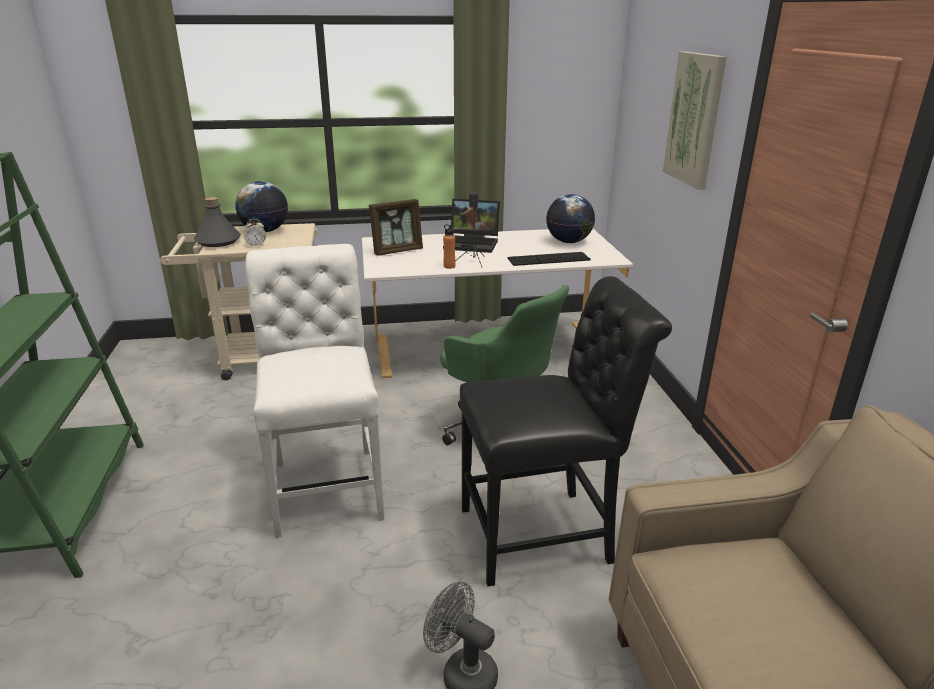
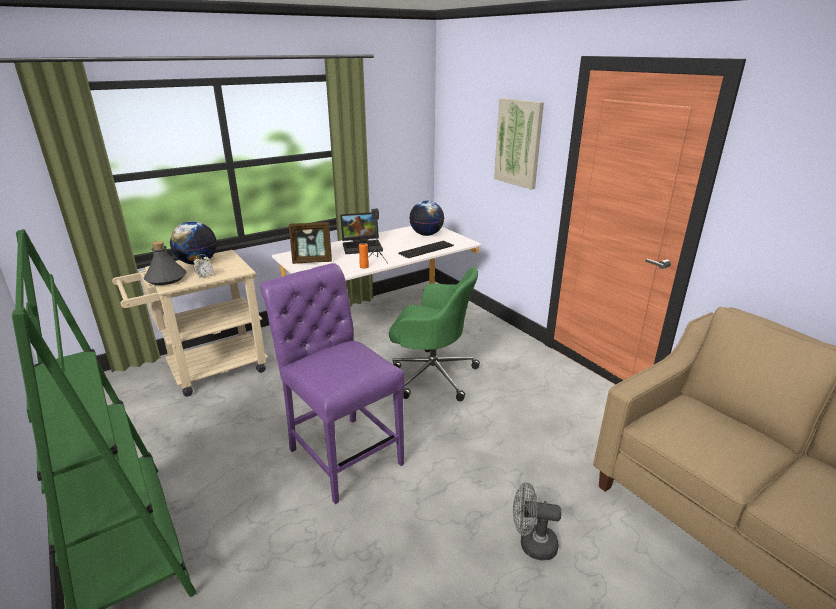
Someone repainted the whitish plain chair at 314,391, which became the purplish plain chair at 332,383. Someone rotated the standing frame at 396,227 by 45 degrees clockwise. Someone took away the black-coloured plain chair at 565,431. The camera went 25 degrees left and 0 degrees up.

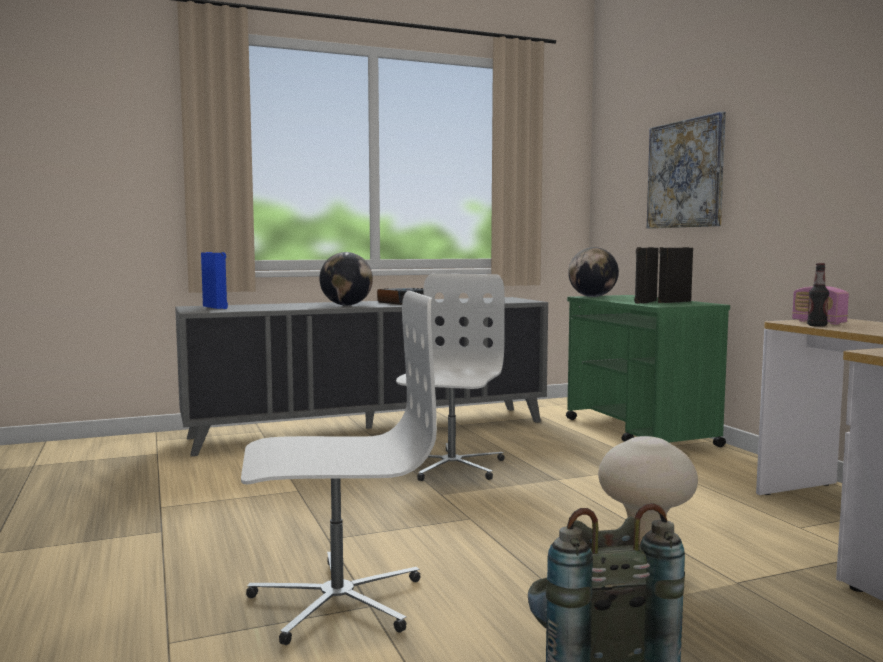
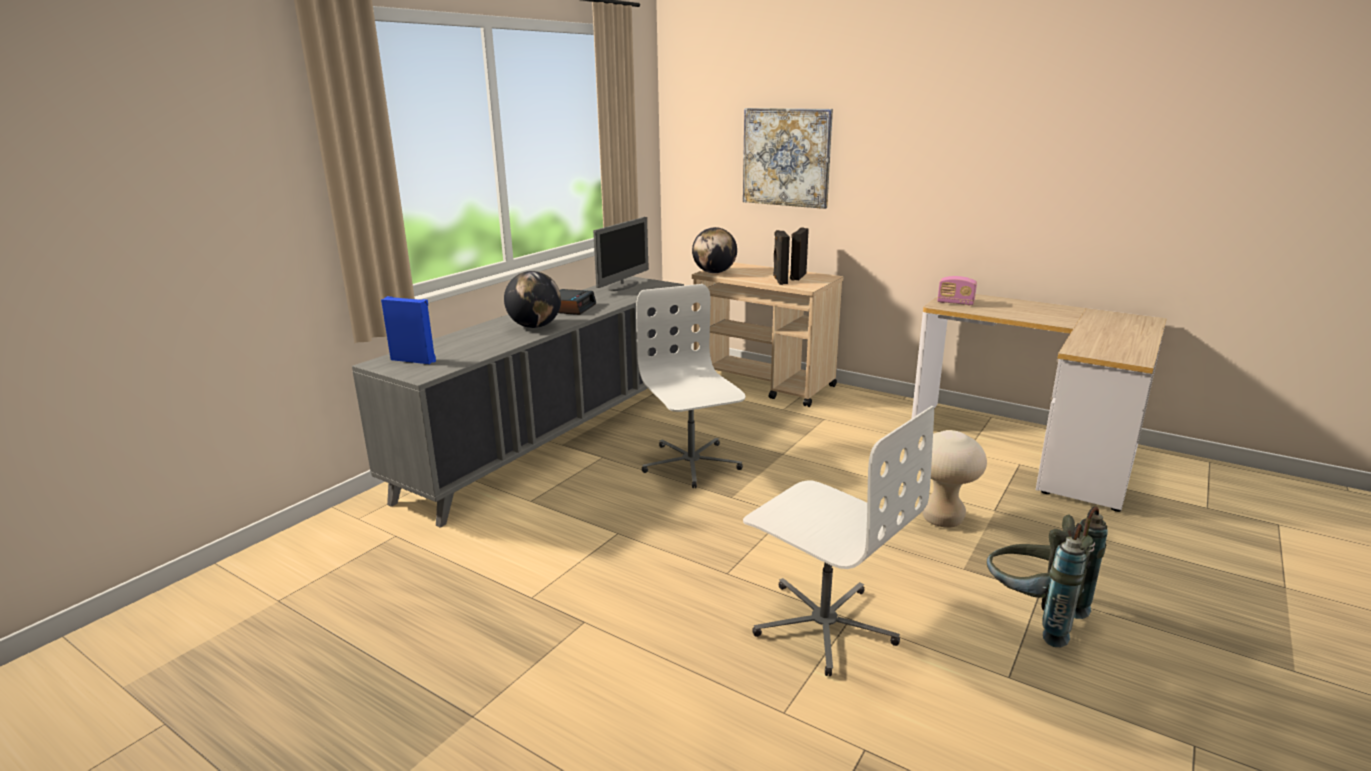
Someone rotated the whitish desk chair at 339,468 by 90 degrees clockwise. Someone repainted the green-coloured trolley at 648,371, which became the beige trolley at 768,334. Someone took away the beverage bottle at 818,295. Someone put down the computer display at 621,254. The camera went 35 degrees left and 15 degrees up.

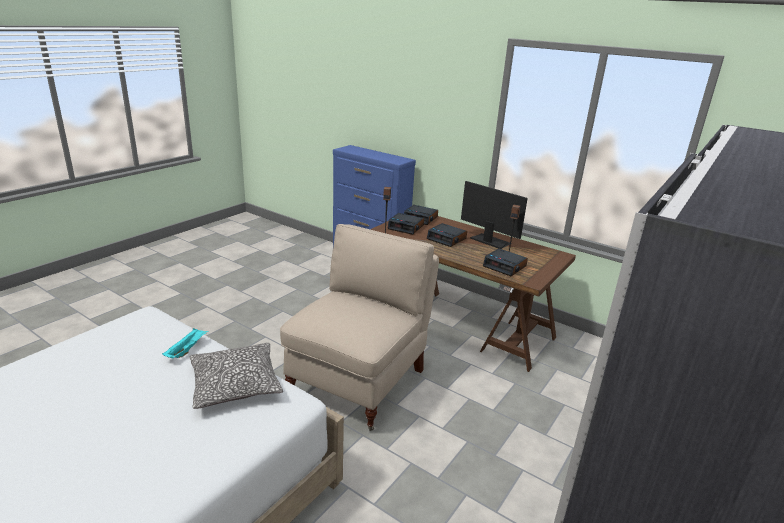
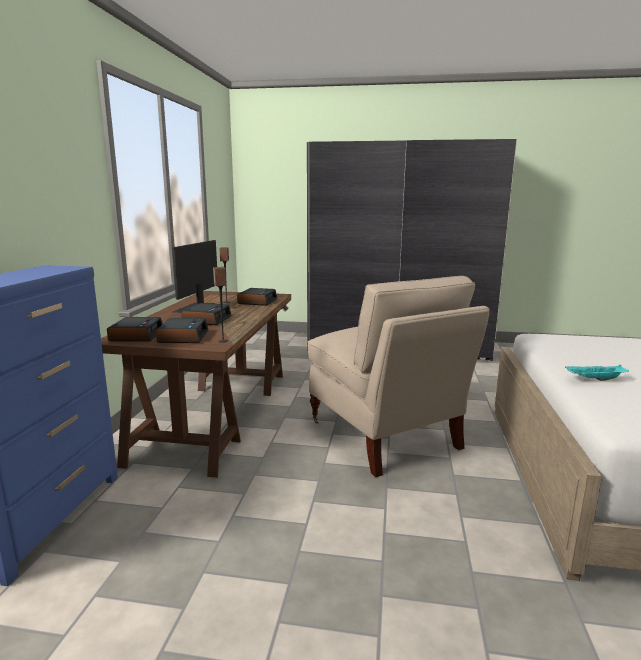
Someone took away the throw pillow at 236,376. Someone rotated the beige plain chair at 359,327 by 120 degrees counterclockwise. The camera went 115 degrees left and 10 degrees down.

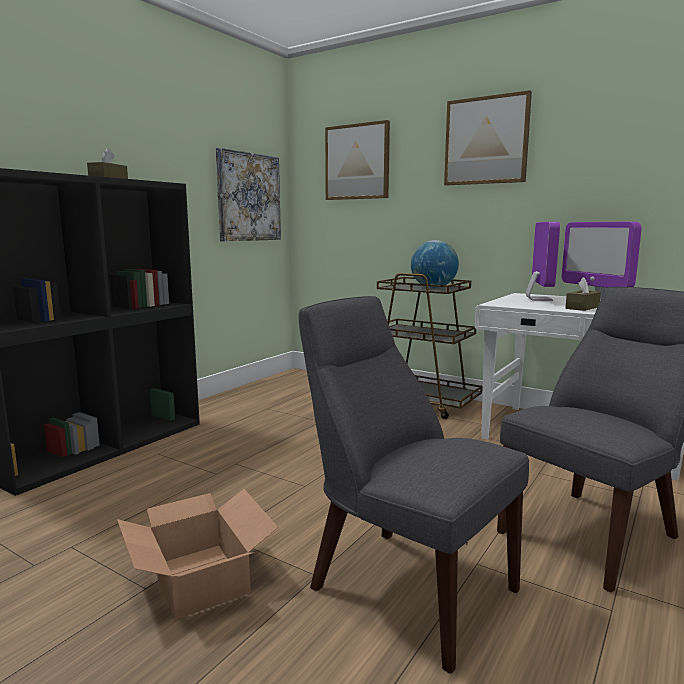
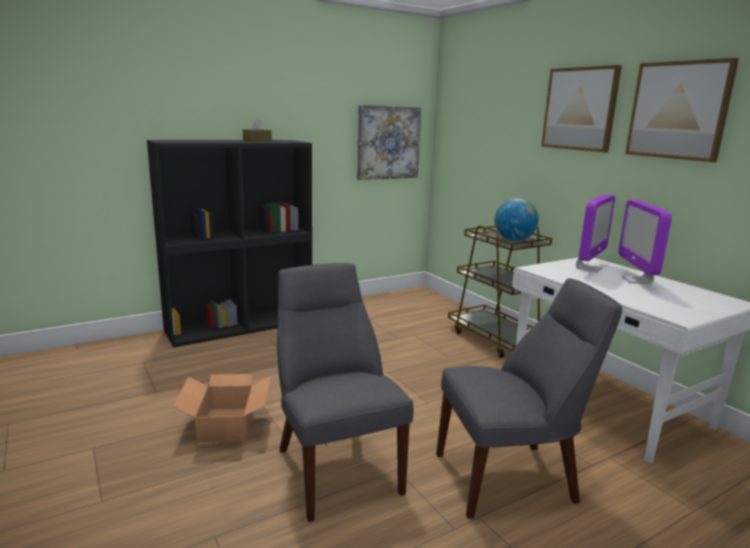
Someone carried the wall art from 357,160 to 682,110. Someone took away the brown tissue box at 583,294. The camera went 25 degrees right and 5 degrees up.

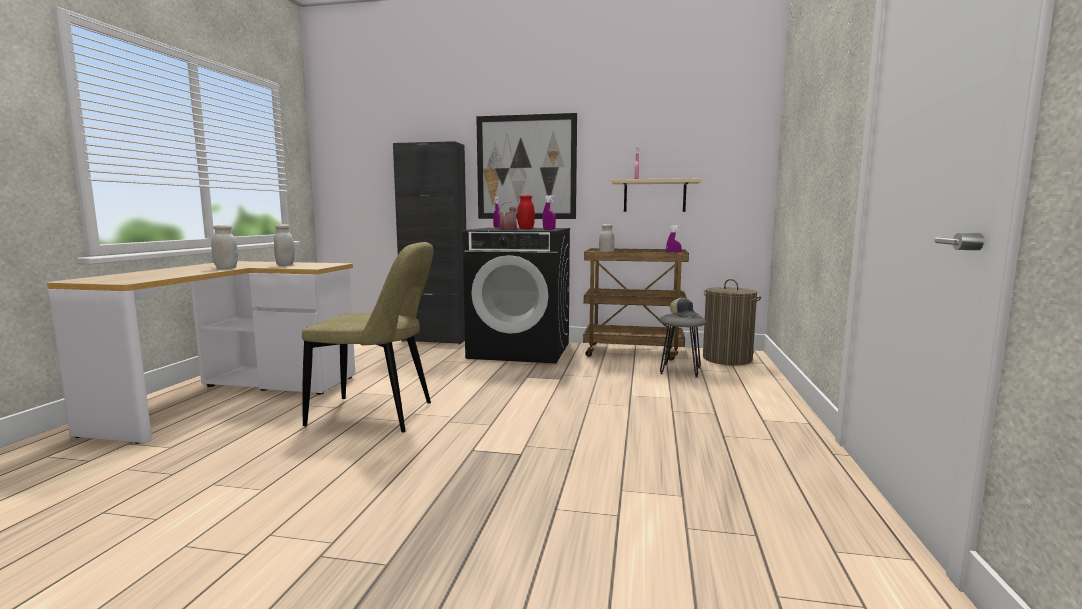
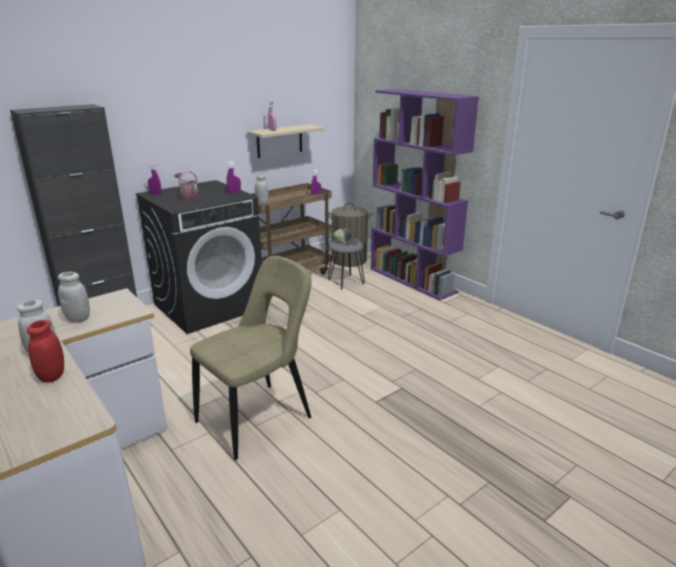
Someone took away the wall art at 526,166. Someone carried the red-coloured jar from 526,212 to 45,351. Someone put down the purplish bookcase at 424,194. The camera went 50 degrees left and 15 degrees up.

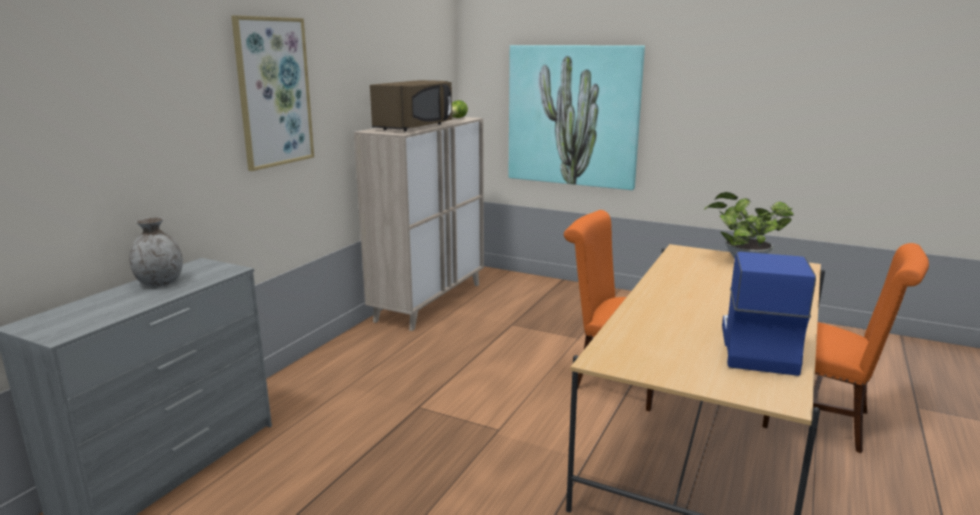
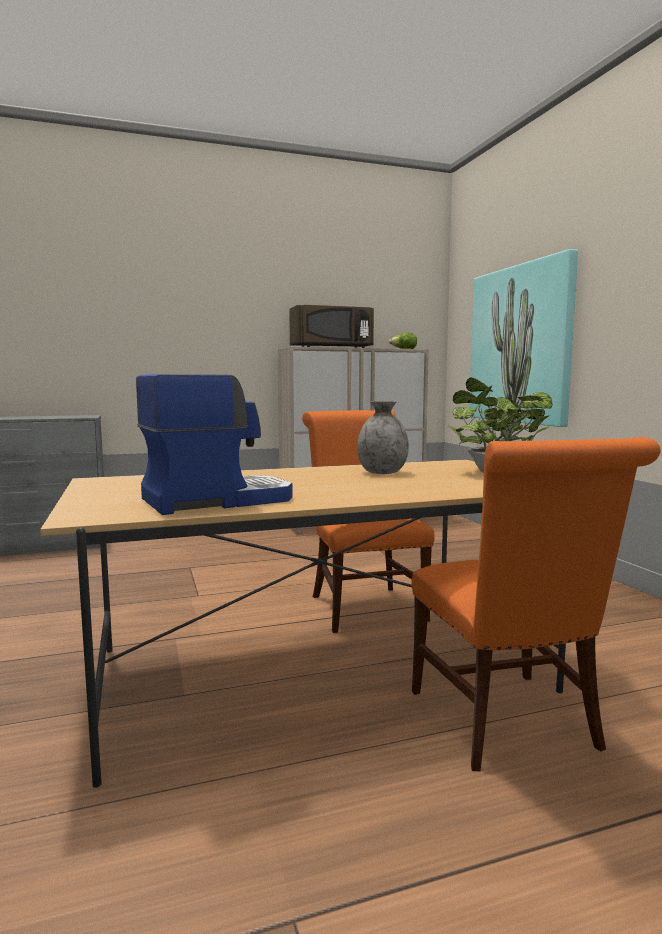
Someone carried the grey vase from 156,252 to 383,437. Someone took away the wall art at 272,93. The camera went 45 degrees right and 10 degrees down.

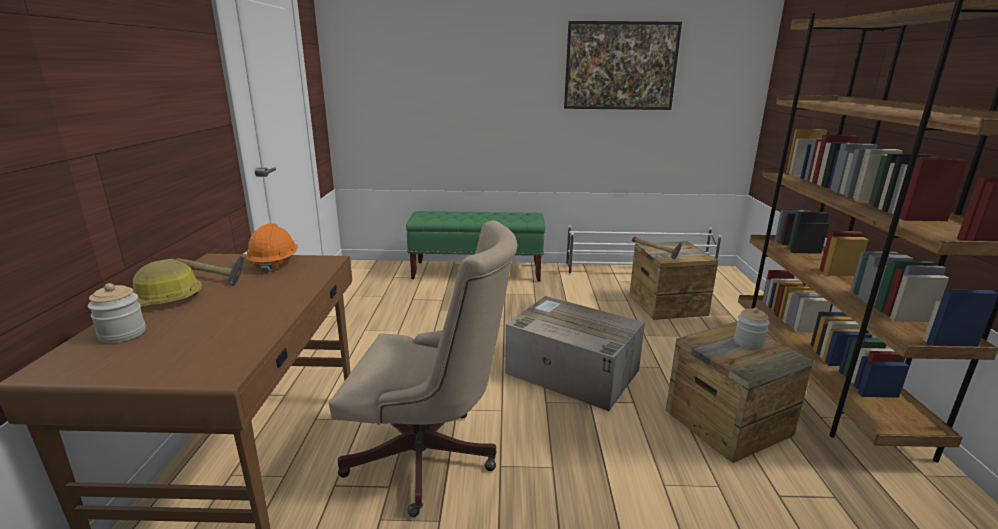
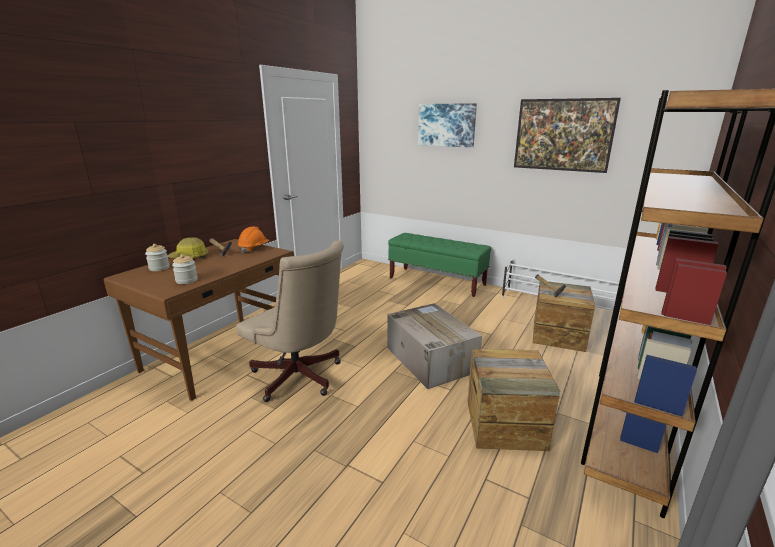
Someone carried the jar from 752,328 to 185,269. Someone put up the wall art at 447,125. The camera went 30 degrees right and 0 degrees up.

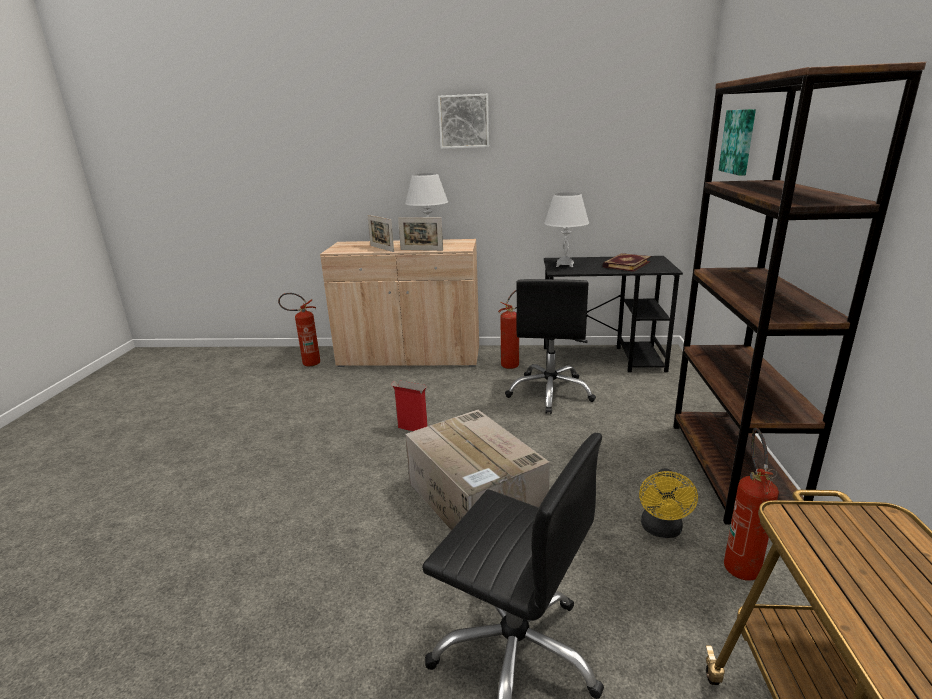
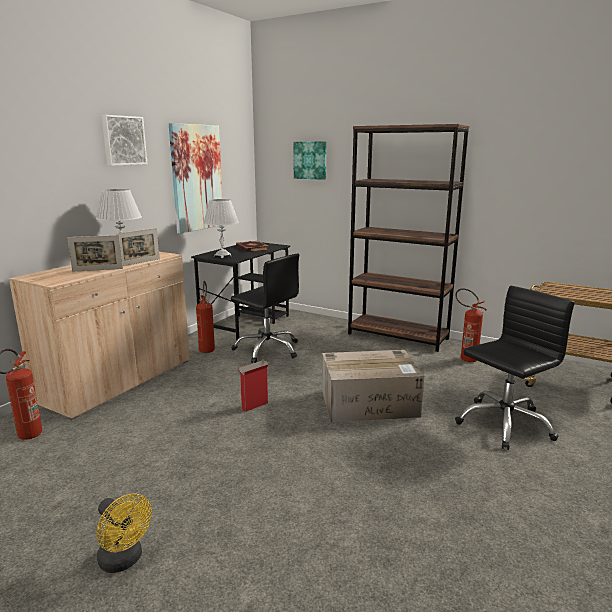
Someone carried the yellowish fan from 668,503 to 124,533. Someone put up the wall art at 196,178. The camera went 65 degrees left and 5 degrees down.

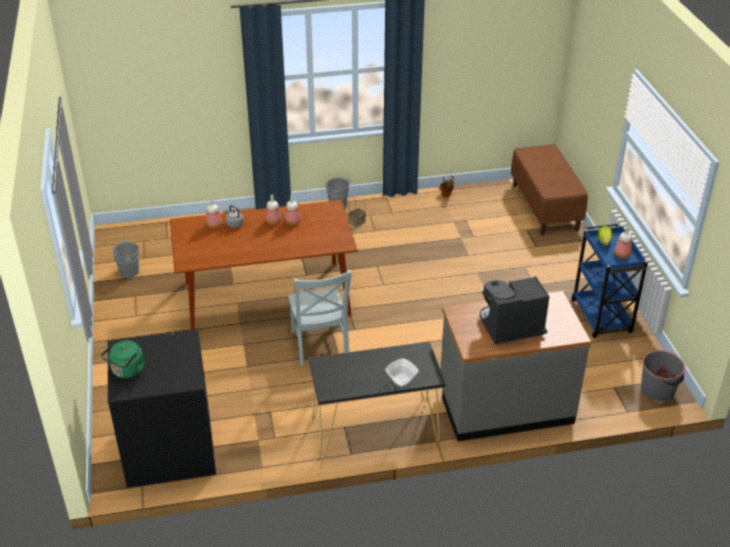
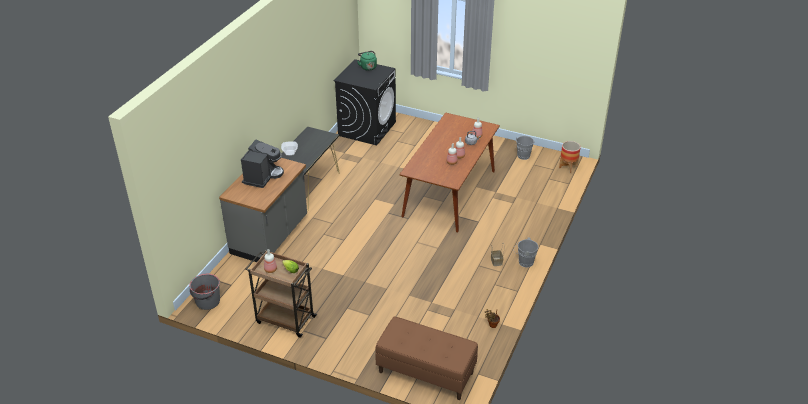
Someone took away the grey plain chair at 320,317. Someone repainted the blue-coloured trolley at 609,281, which became the brown trolley at 281,294. Someone put down the planter at 570,157. The camera went 125 degrees right and 0 degrees up.

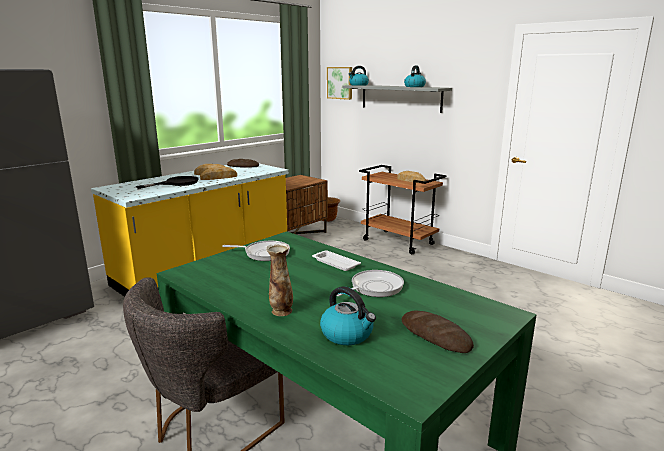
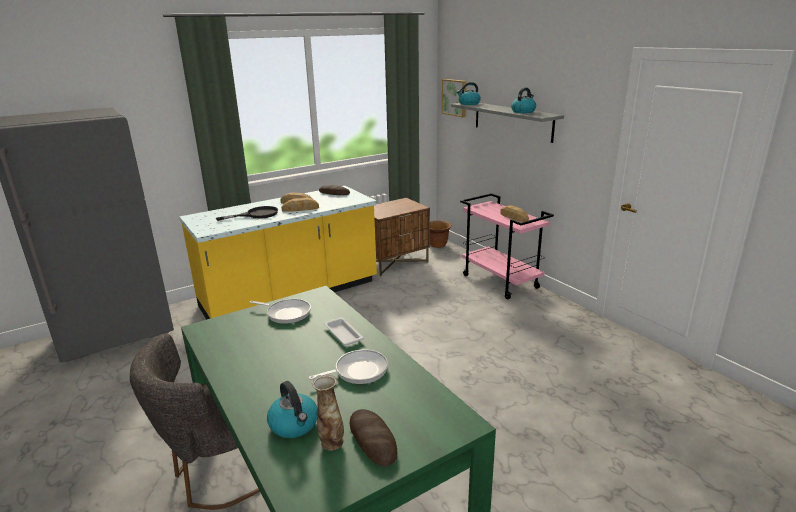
Someone carried the vase from 279,279 to 328,412. Someone repainted the brown trolley at 402,210, which became the pinkish trolley at 507,246. The camera went 15 degrees right and 5 degrees up.

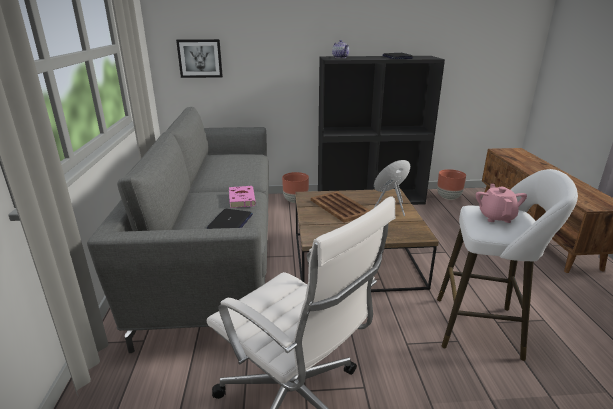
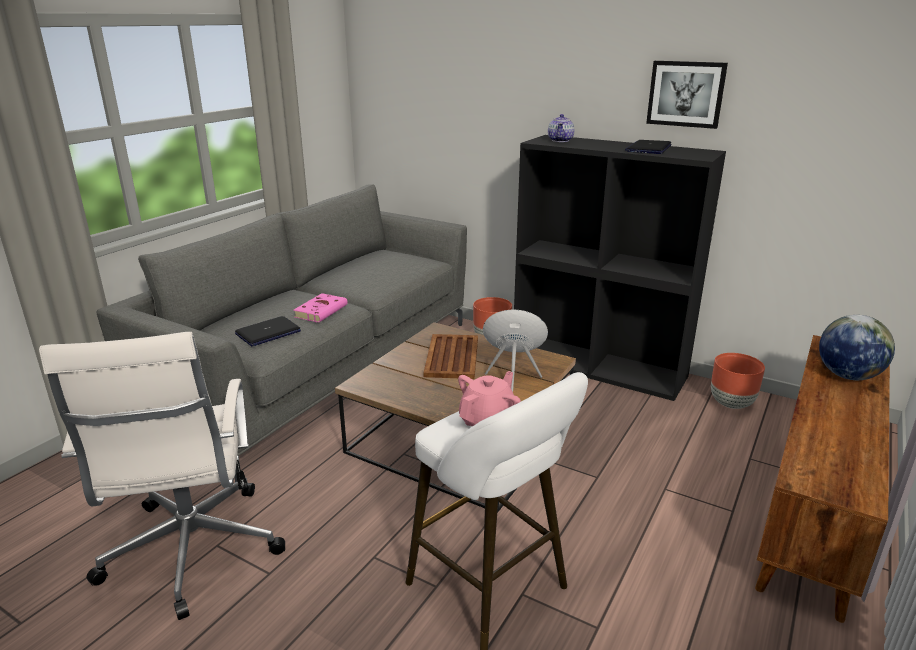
Someone carried the wall art from 199,58 to 687,95. Someone put down the world globe at 857,347. The camera went 35 degrees right and 0 degrees up.

